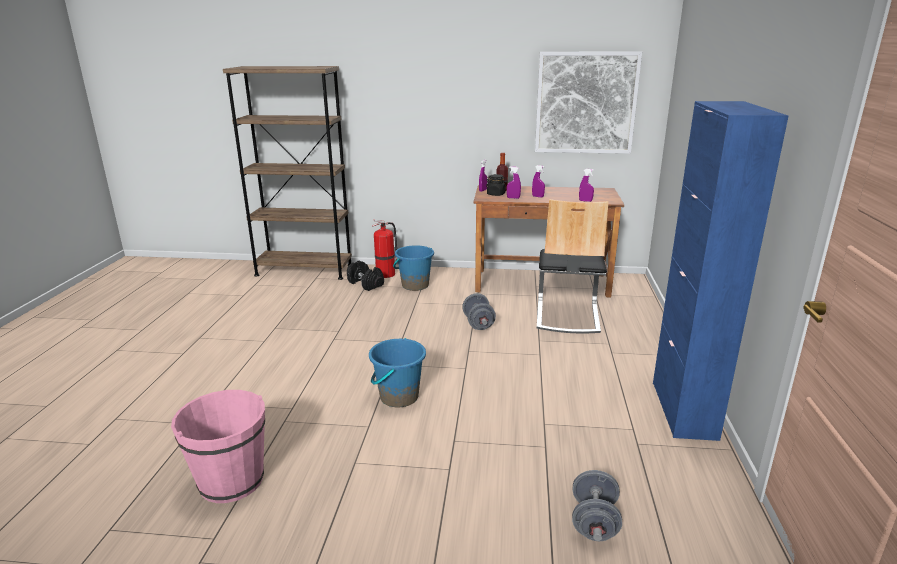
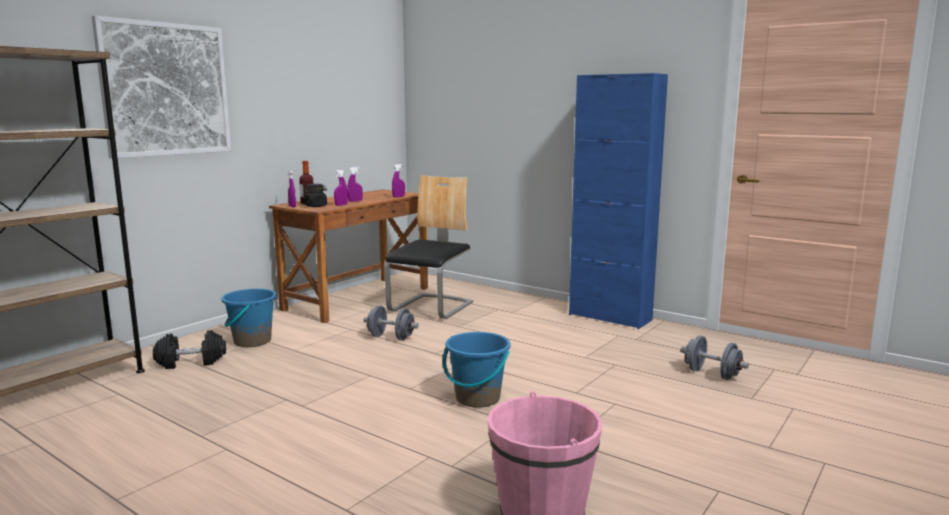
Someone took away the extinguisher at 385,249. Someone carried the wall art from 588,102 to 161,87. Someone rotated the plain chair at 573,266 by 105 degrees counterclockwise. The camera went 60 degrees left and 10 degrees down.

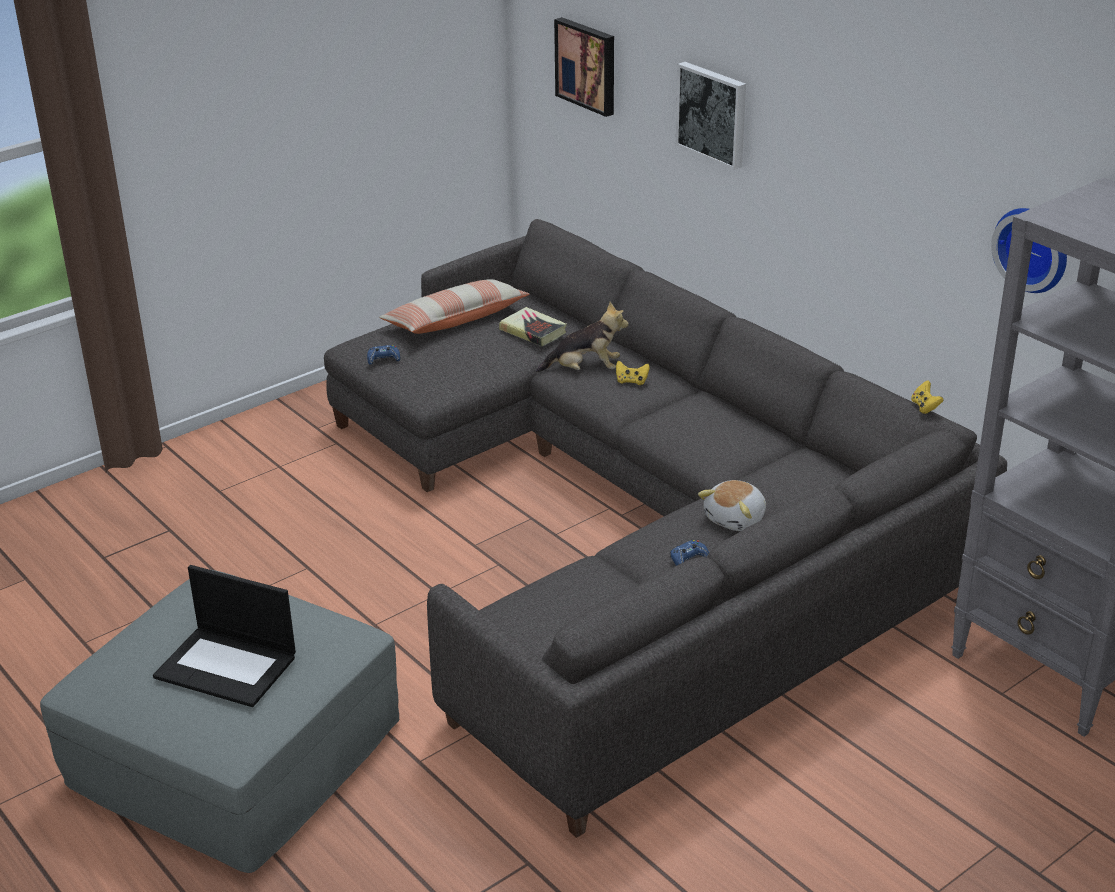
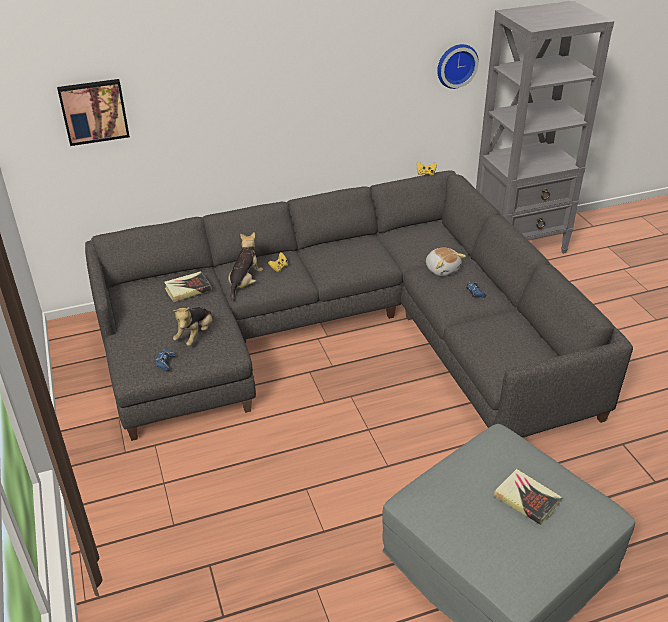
Someone swapped the portable computer at 224,636 for the bound book at 528,497. Someone took away the throw pillow at 454,306. Someone took away the wall art at 711,116. Someone put down the plush toy at 193,326. The camera went 70 degrees left and 5 degrees up.

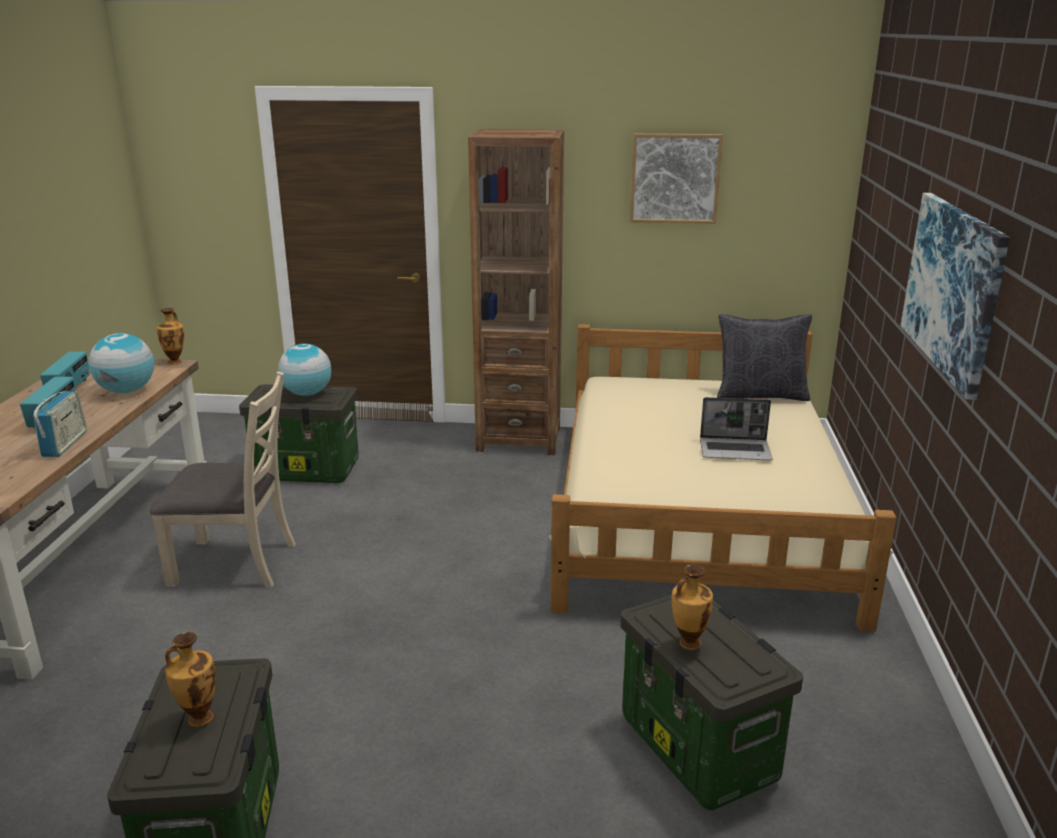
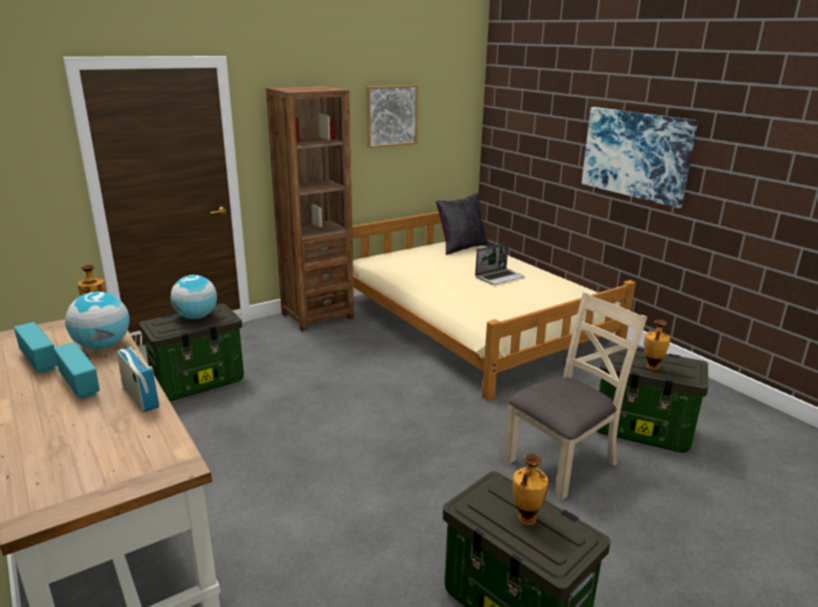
Someone carried the beige plain chair from 223,479 to 575,396. The camera went 40 degrees left and 0 degrees up.

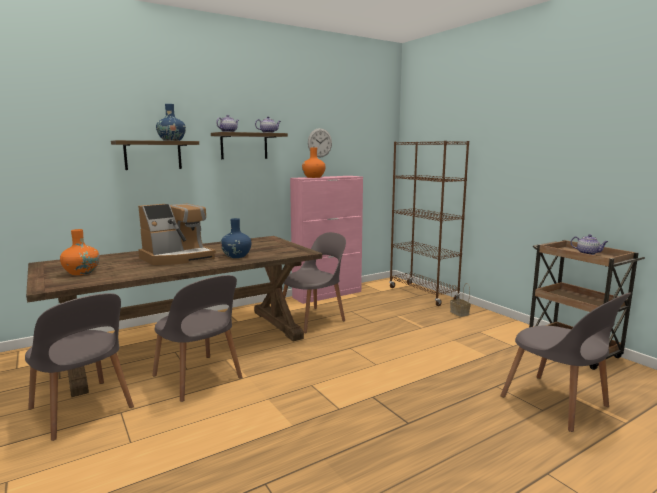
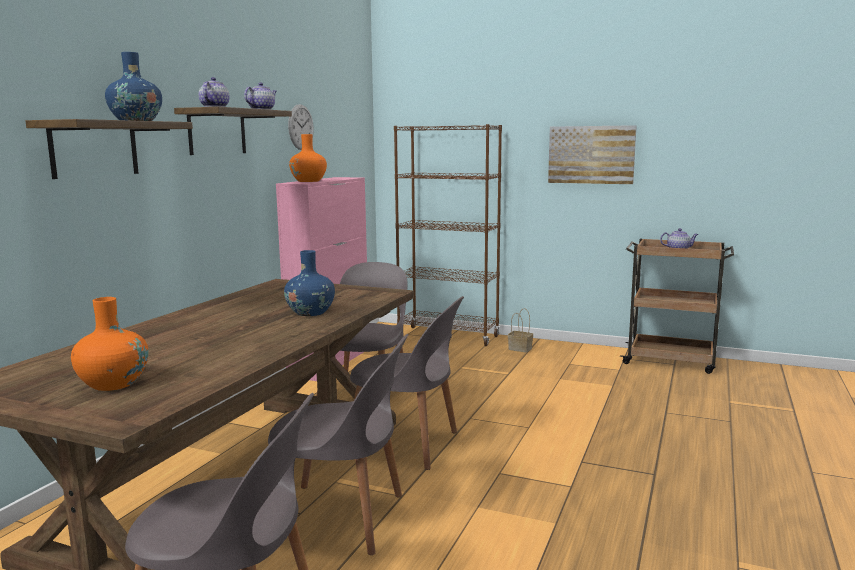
Someone took away the coffee brewer at 177,234. Someone carried the grey plain chair from 566,362 to 407,383. Someone put up the wall art at 592,154. The camera went 35 degrees left and 0 degrees up.

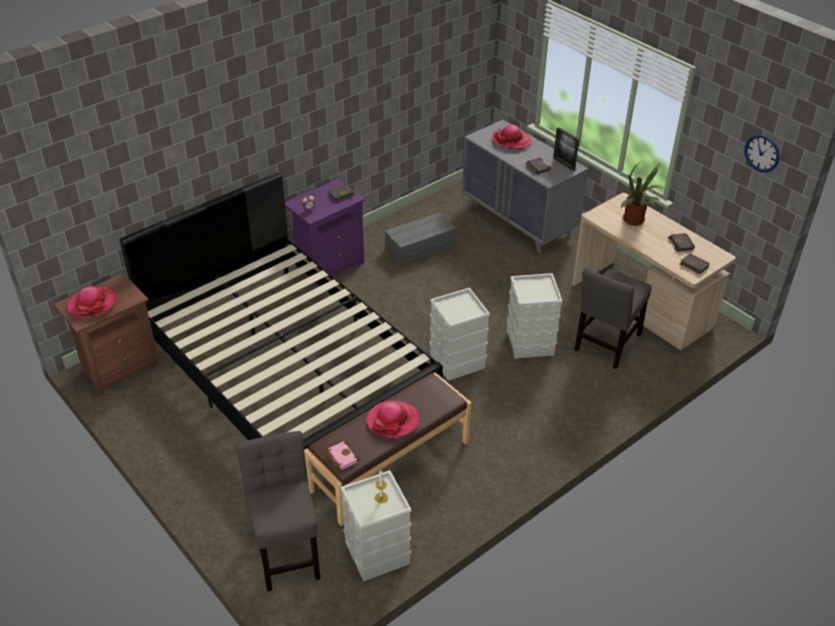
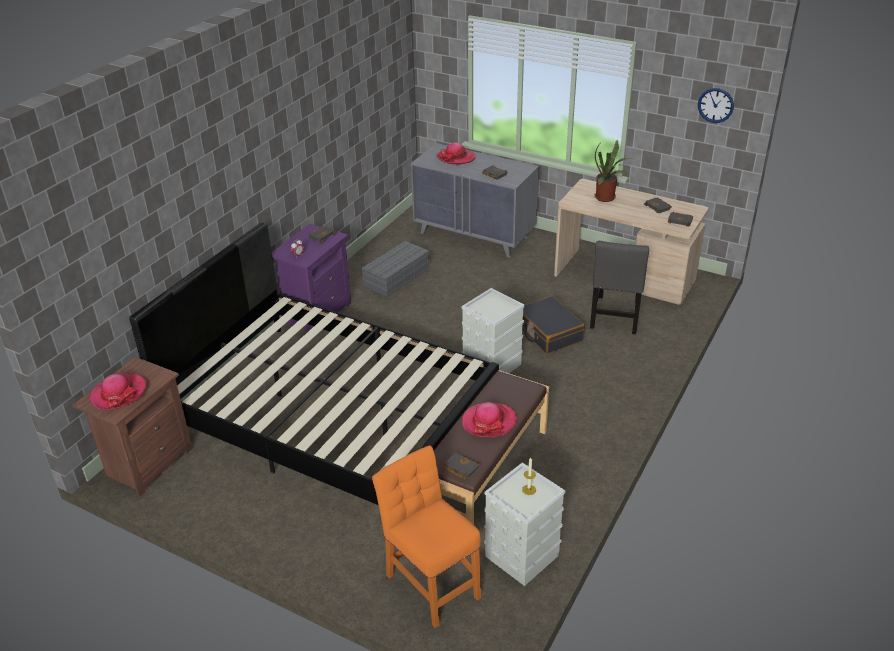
Someone repainted the grey plain chair at 278,511, which became the orange plain chair at 426,536. Someone repainted the pinkish bound book at 343,455, which became the black-coloured bound book at 461,466. Someone swapped the grey storage container at 534,316 for the black-coloured suitcase at 553,325. Someone took away the standing frame at 566,149. The camera went 20 degrees left and 5 degrees down.

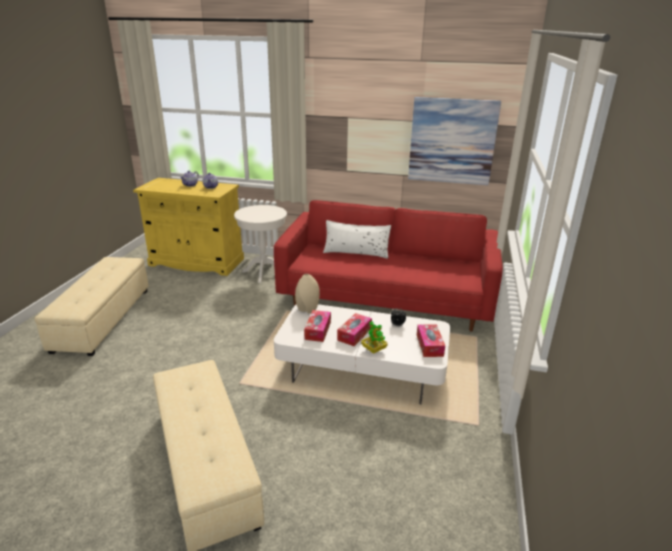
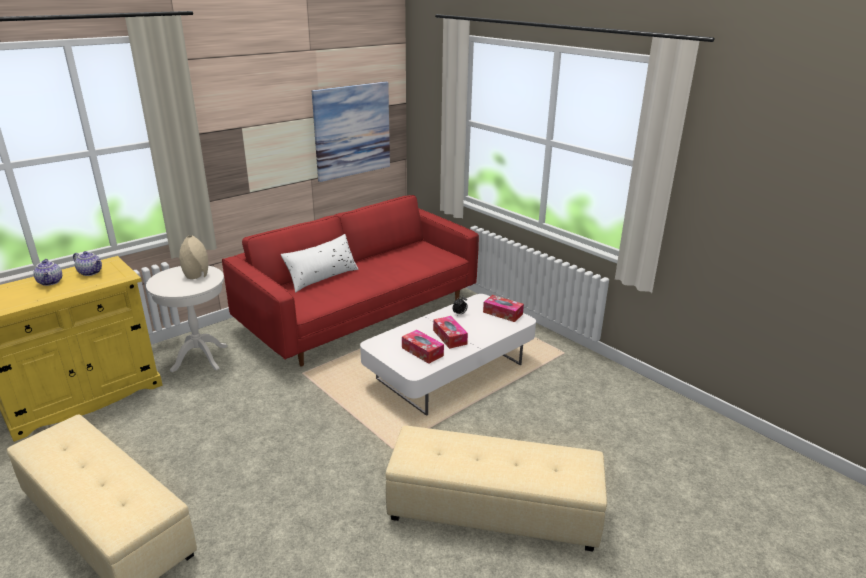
Someone carried the beige vase from 307,294 to 193,257. Someone took away the houseplant at 374,337. The camera went 55 degrees left and 0 degrees up.

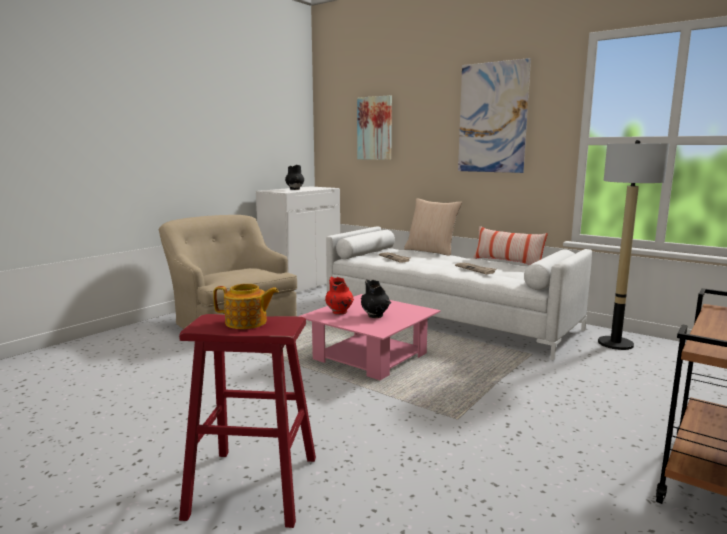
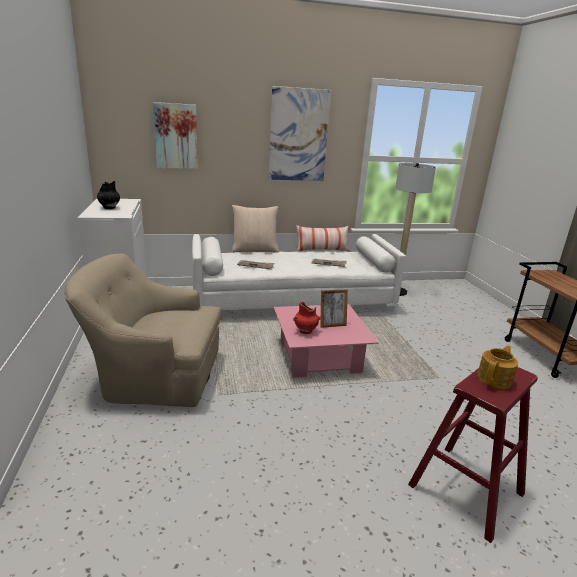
Someone swapped the black-coloured vase at 376,298 for the standing frame at 334,308. The camera went 50 degrees left and 10 degrees up.

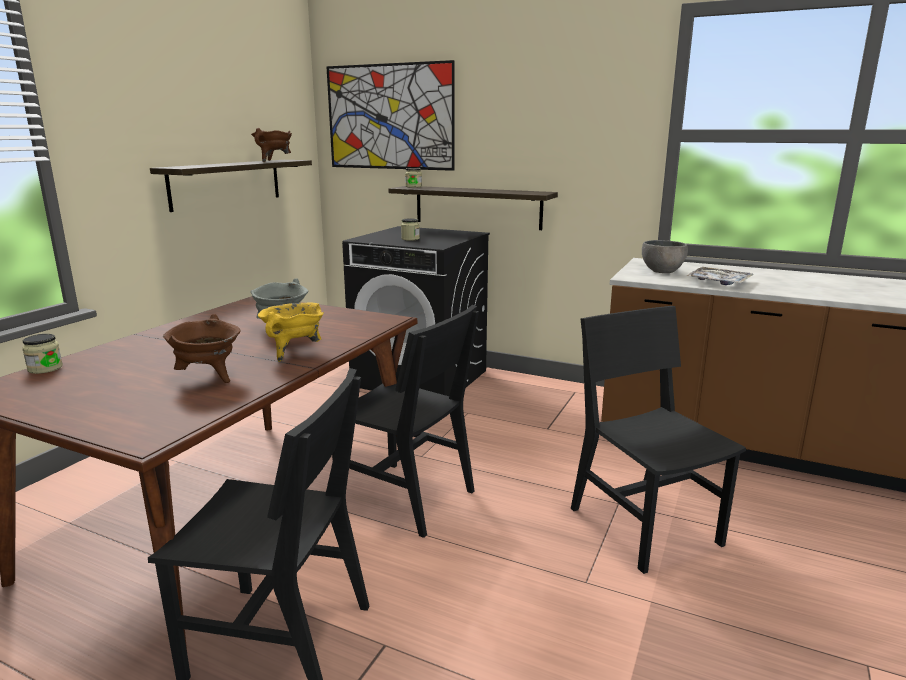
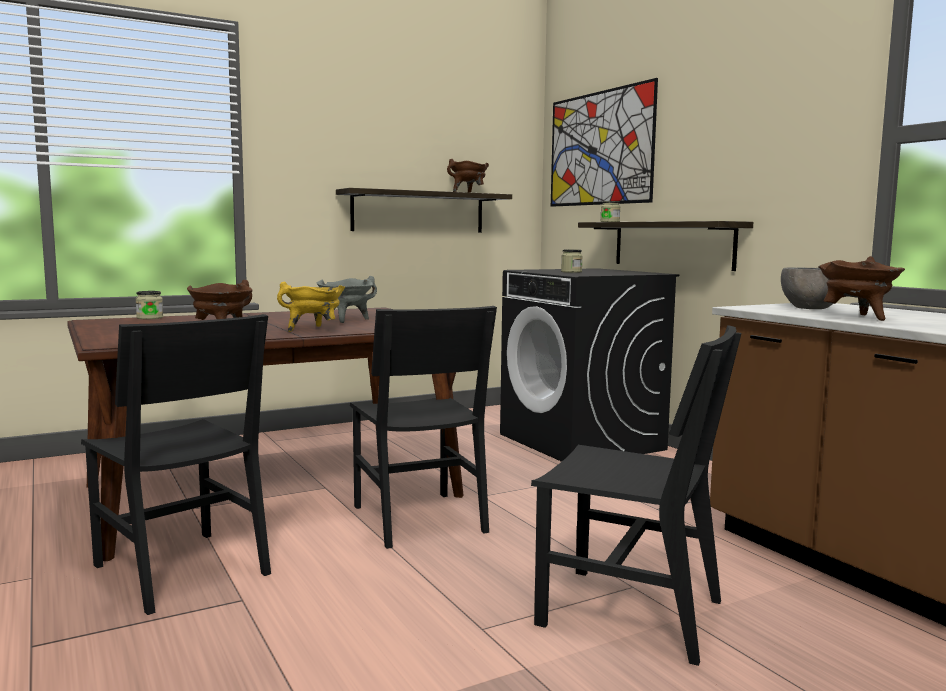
Someone rotated the black-coloured plain chair at 658,440 by 105 degrees clockwise. Someone swapped the tray at 720,276 for the brown saucepot at 861,288. The camera went 35 degrees right and 10 degrees down.

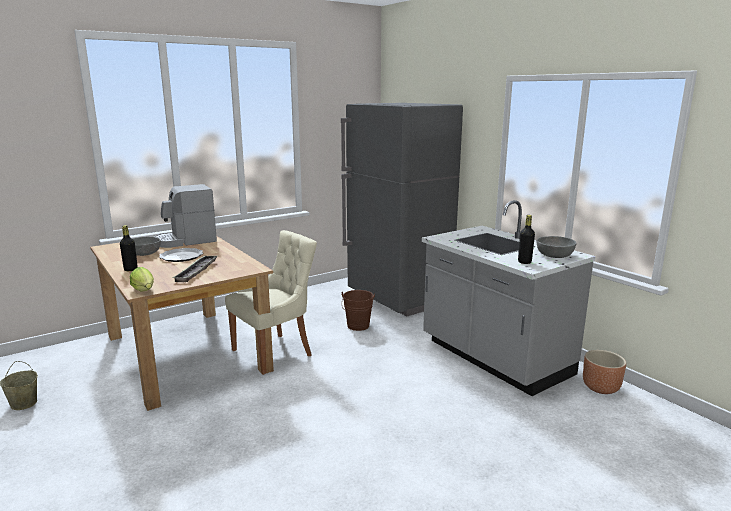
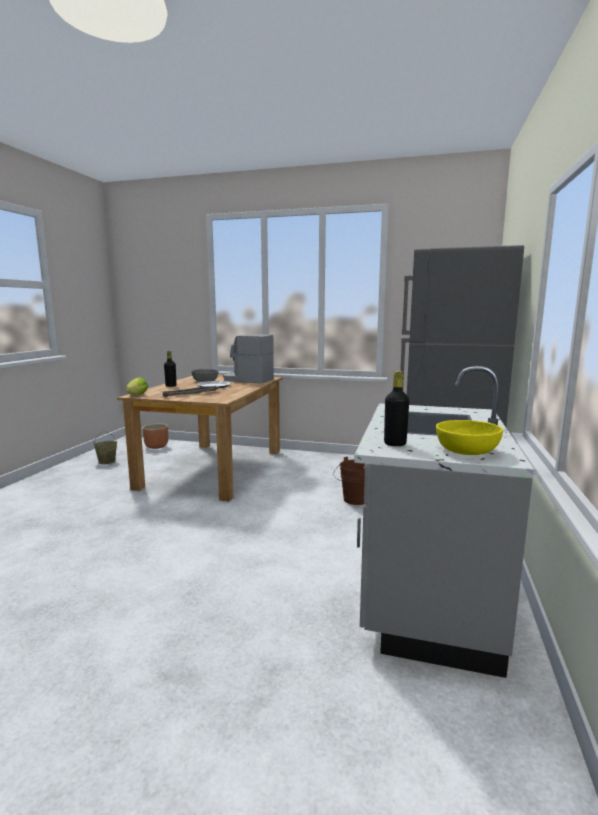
Someone took away the beige plain chair at 271,302. Someone repainted the grey deep dish at 557,247, which became the yellowish deep dish at 469,437. Someone carried the brown planter from 604,372 to 155,436. The camera went 50 degrees right and 5 degrees down.

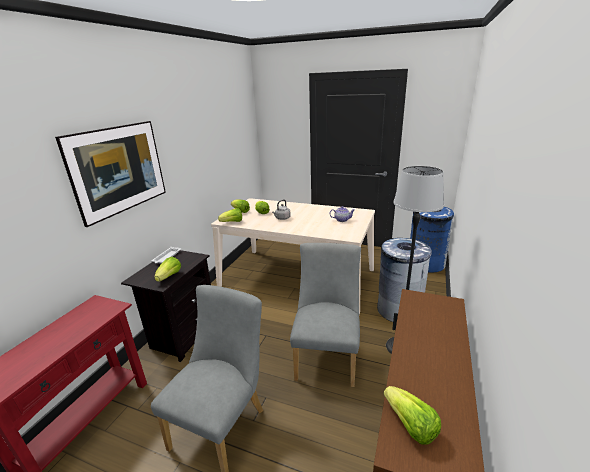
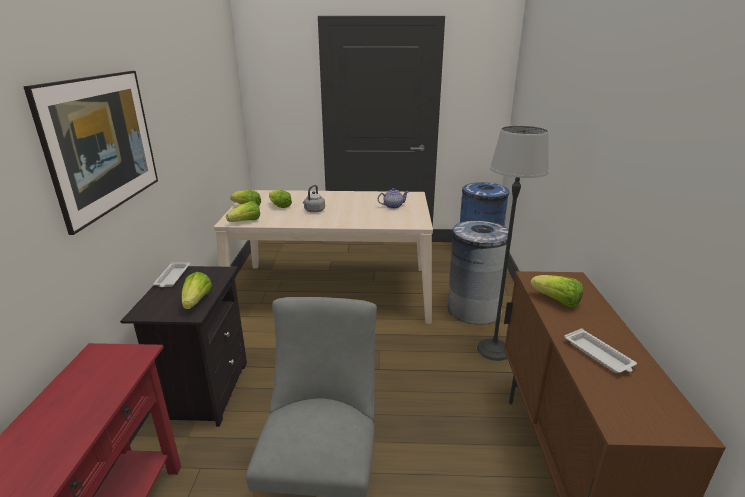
Someone took away the grey plain chair at 325,315. Someone carried the head of lettuce from 412,415 to 556,291. Someone put down the whitish tray at 600,351. The camera went 20 degrees left and 0 degrees up.

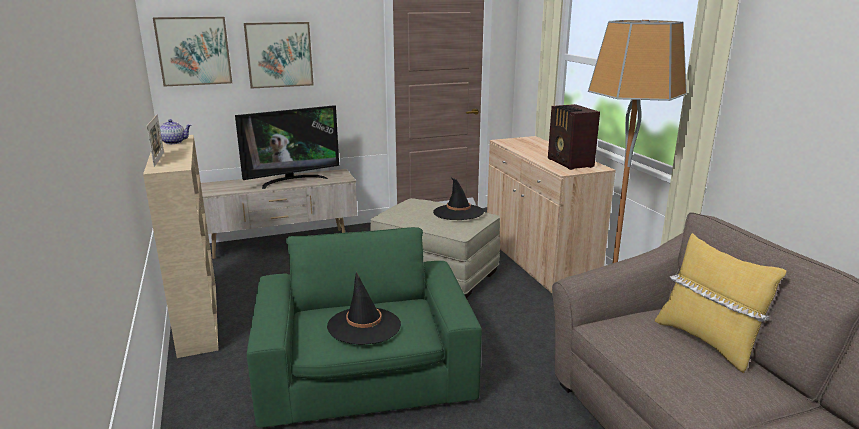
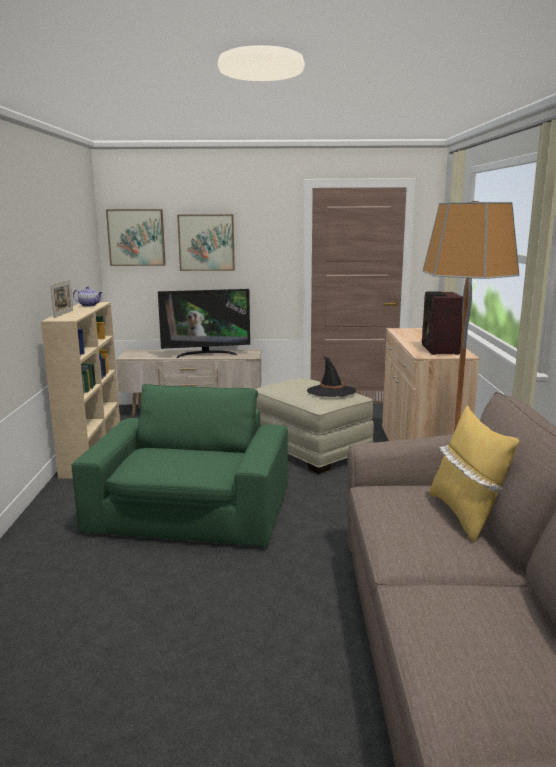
Someone took away the black-coloured wearable hat at 364,308. The camera went 20 degrees right and 5 degrees down.

